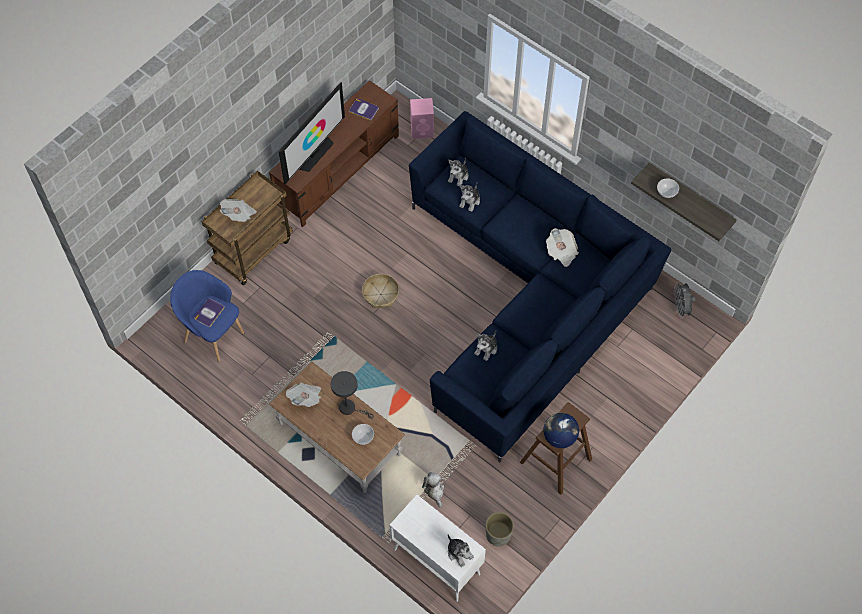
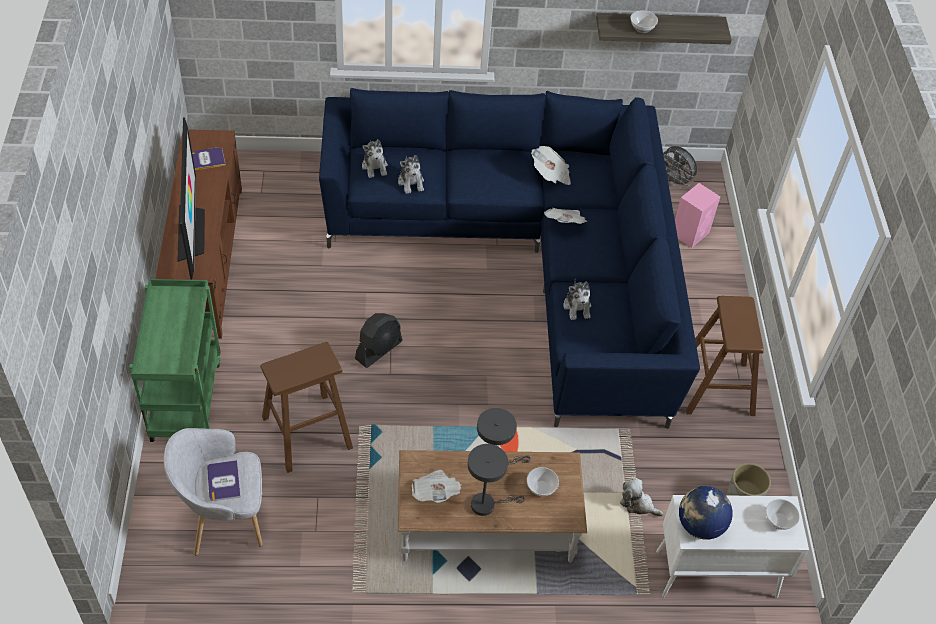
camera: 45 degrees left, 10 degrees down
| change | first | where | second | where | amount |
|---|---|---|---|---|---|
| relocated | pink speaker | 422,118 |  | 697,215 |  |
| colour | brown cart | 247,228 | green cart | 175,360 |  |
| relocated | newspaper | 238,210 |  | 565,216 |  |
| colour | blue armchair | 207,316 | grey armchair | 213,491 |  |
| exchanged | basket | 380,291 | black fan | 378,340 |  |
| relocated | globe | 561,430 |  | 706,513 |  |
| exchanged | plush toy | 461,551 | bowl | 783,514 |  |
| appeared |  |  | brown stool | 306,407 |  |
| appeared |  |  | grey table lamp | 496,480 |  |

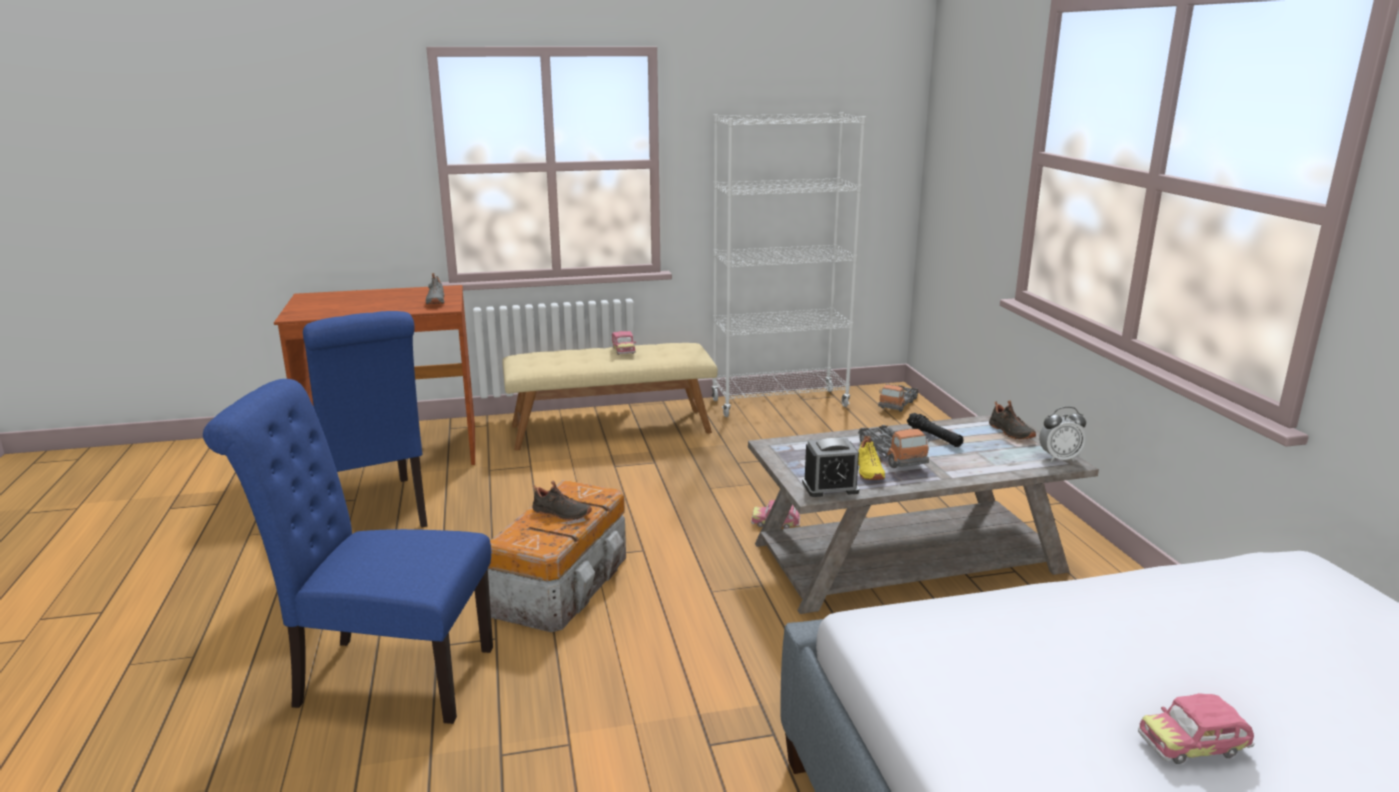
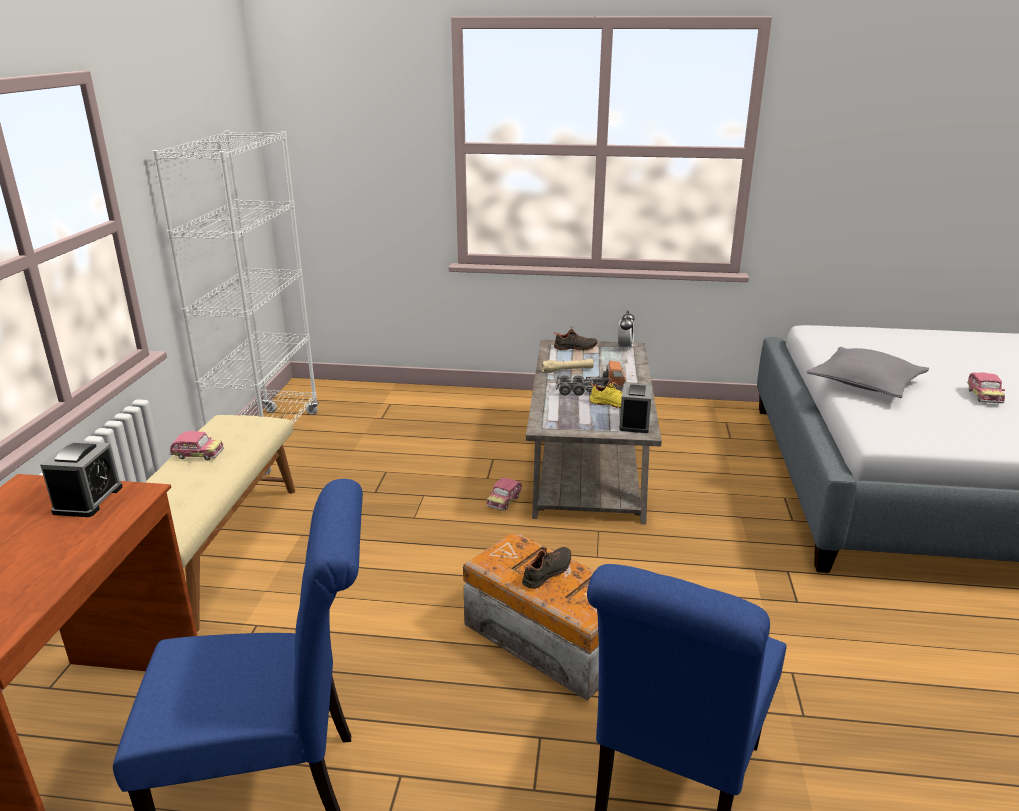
camera: 70 degrees left, 5 degrees up
| change | first | where | second | where | amount |
|---|---|---|---|---|---|
| exchanged | grey shoe | 435,289 | alarm clock | 81,479 |  |
| missing | toy truck | 898,398 |  |  |  |
| colour | black flashlight | 935,430 | beige flashlight | 567,366 |  |
| appeared |  |  | grey pillow | 868,372 |  |

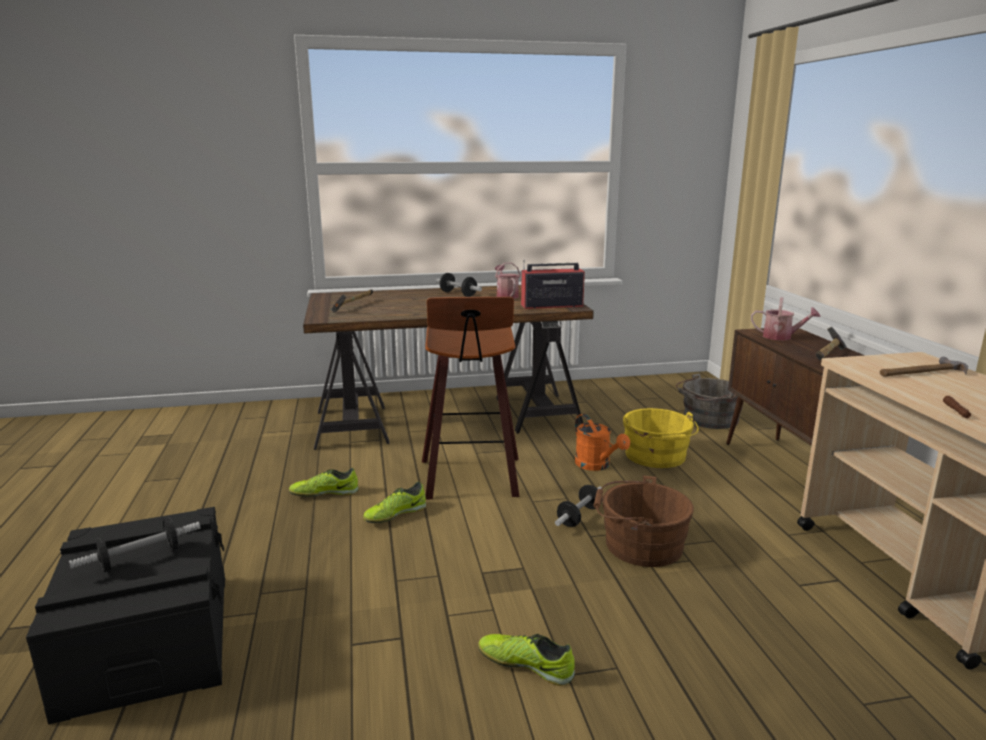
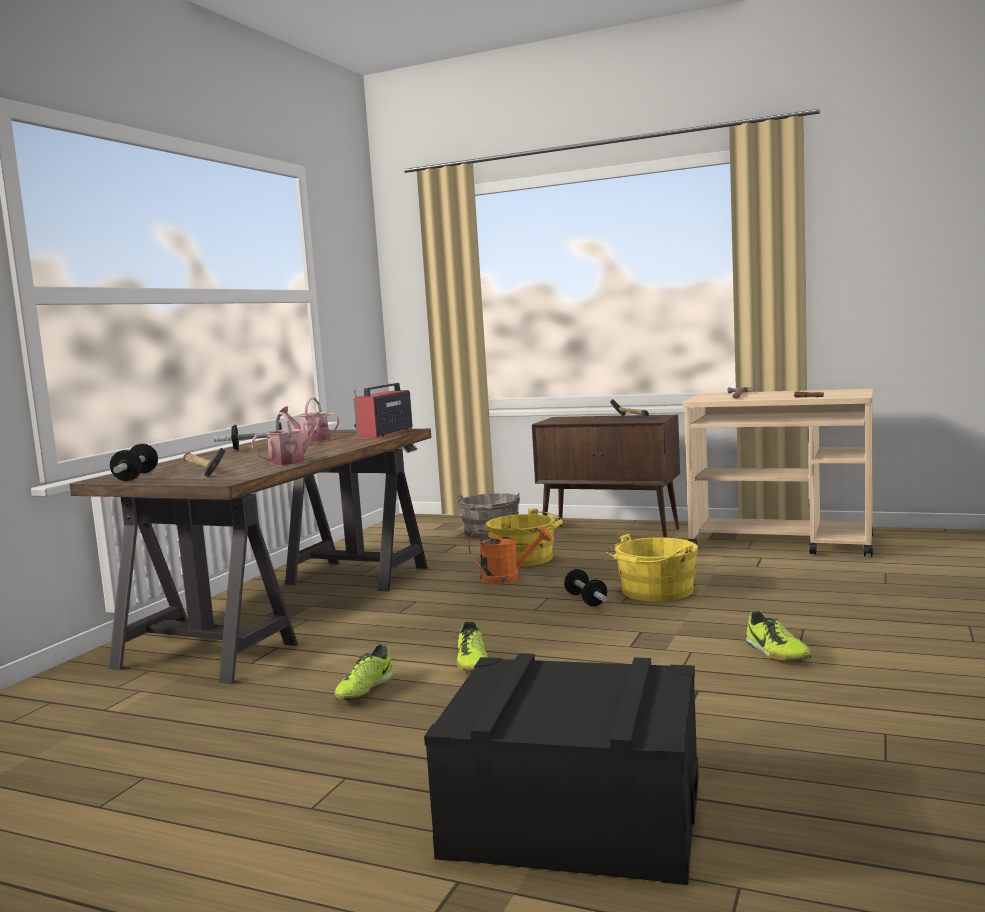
camera: 55 degrees left, 10 degrees down
| change | first | where | second | where | amount |
|---|---|---|---|---|---|
| missing | stool | 471,398 |  |  |  |
| relocated | watering can | 786,318 |  | 289,438 |  |
| colour | brown bucket | 643,521 | yellow bucket | 652,568 |  |
| relocated | dumbbell | 135,545 |  | 134,462 |  |
| spun | shoe | 526,660 |  | 779,636 | 75 degrees counterclockwise |

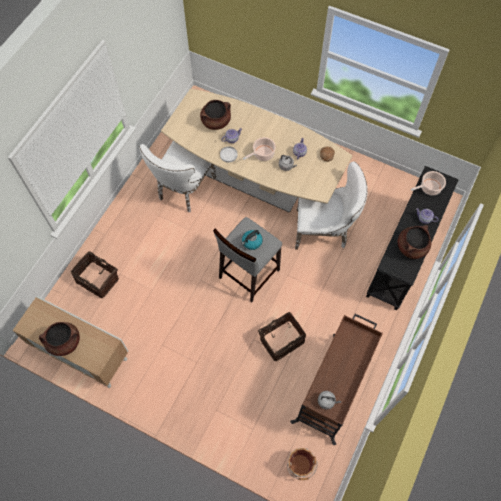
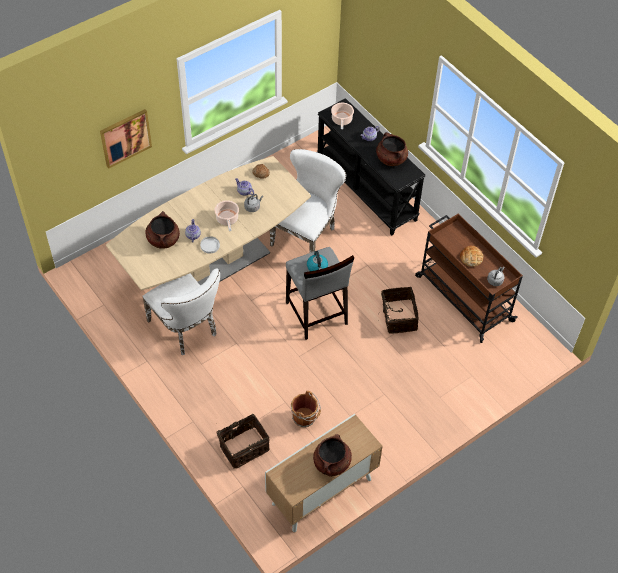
camera: 65 degrees left, 10 degrees down
| change | first | where | second | where | amount |
|---|---|---|---|---|---|
| relocated | brown bucket | 302,464 |  | 306,409 |  |
| appeared |  |  | picture | 126,139 |  |
| appeared |  |  | bread | 471,256 |  |

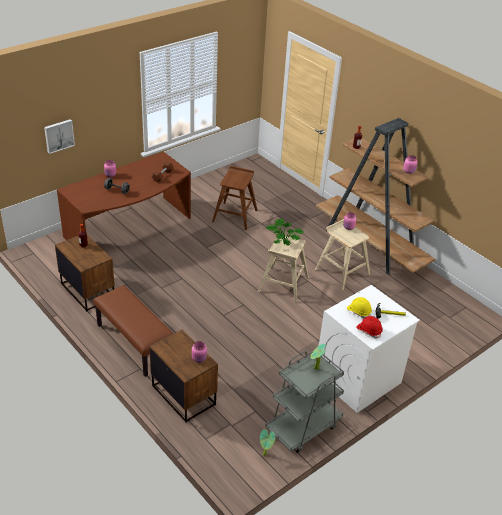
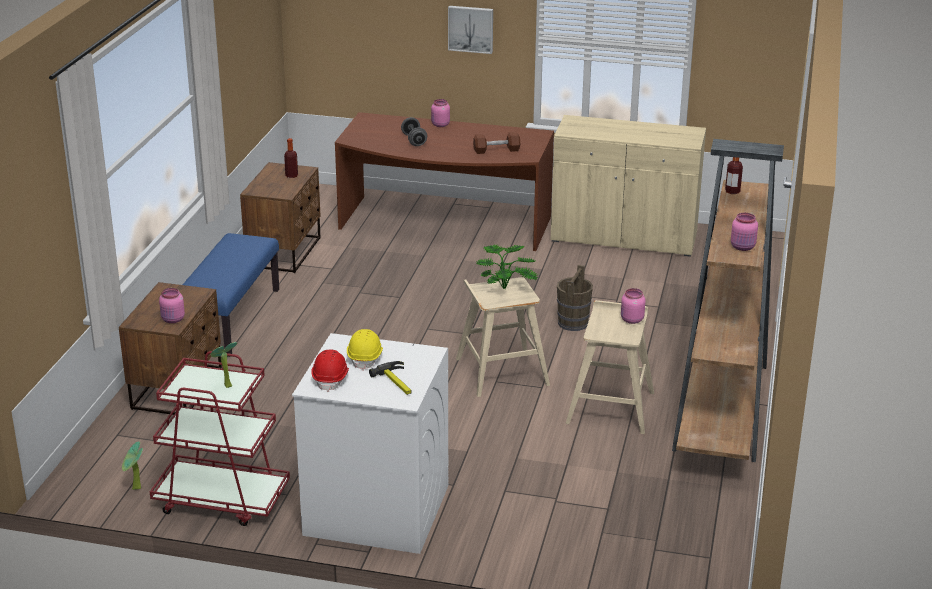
camera: 55 degrees right, 10 degrees down
| change | first | where | second | where | amount |
|---|---|---|---|---|---|
| relocated | picture | 59,136 |  | 470,30 |  |
| missing | brown stool | 235,198 |  |  |  |
| colour | brown bench | 133,331 | blue bench | 231,295 |  |
| colour | grey cart | 304,401 | red cart | 220,438 |  |
| appeared |  |  | beige cabinet | 628,186 |  |
| appeared |  |  | brown bucket | 575,298 |  |

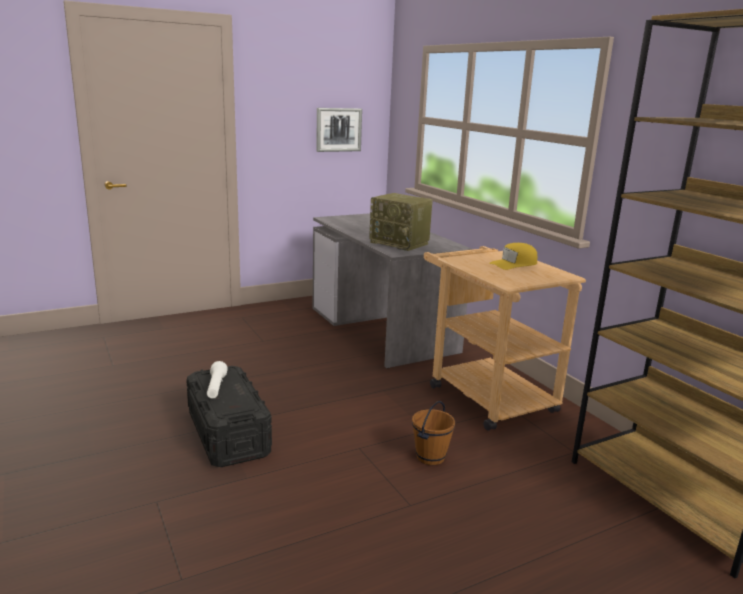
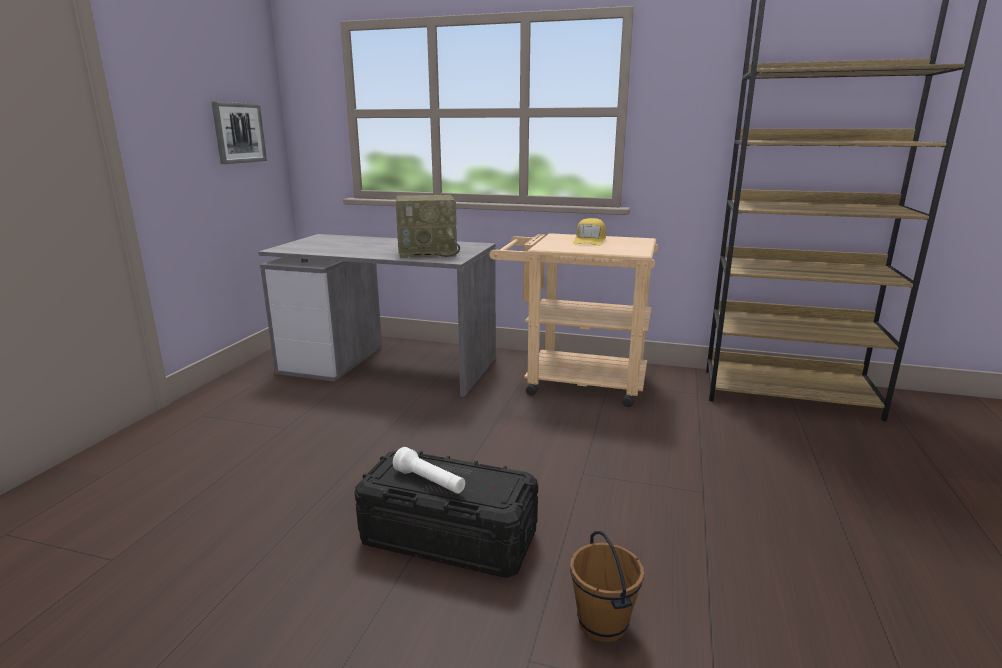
camera: 45 degrees left, 0 degrees up
| change | first | where | second | where | amount |
|---|---|---|---|---|---|
| relocated | brown bucket | 433,433 |  | 607,586 |  |

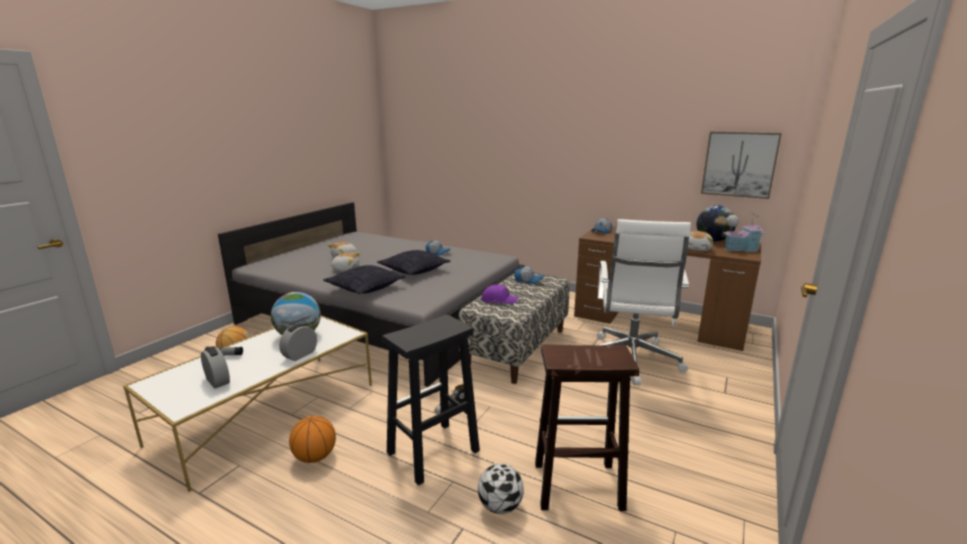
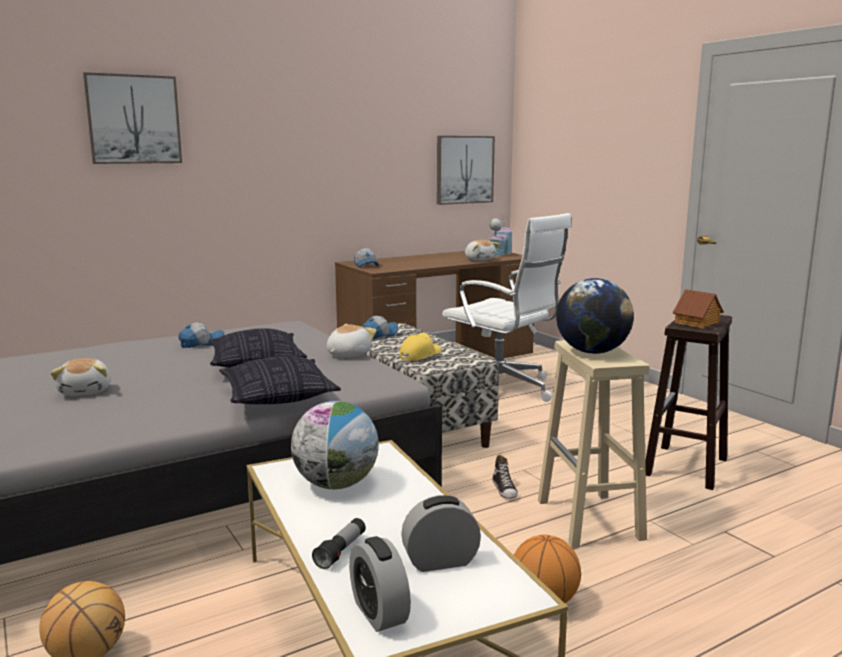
camera: 60 degrees left, 5 degrees down
| change | first | where | second | where | amount |
|---|---|---|---|---|---|
| relocated | globe | 716,223 |  | 595,316 |  |
| relocated | plush toy | 344,262 |  | 351,341 |  |
| colour | purple cap | 500,294 | yellow cap | 420,347 |  |
| colour | black stool | 431,399 | beige stool | 594,444 |  |
| relocated | alarm clock | 298,342 |  | 380,584 |  |
| missing | football | 501,489 |  |  |  |
| appeared |  |  | picture | 132,118 |  |
| appeared |  |  | toy house | 698,308 |  |

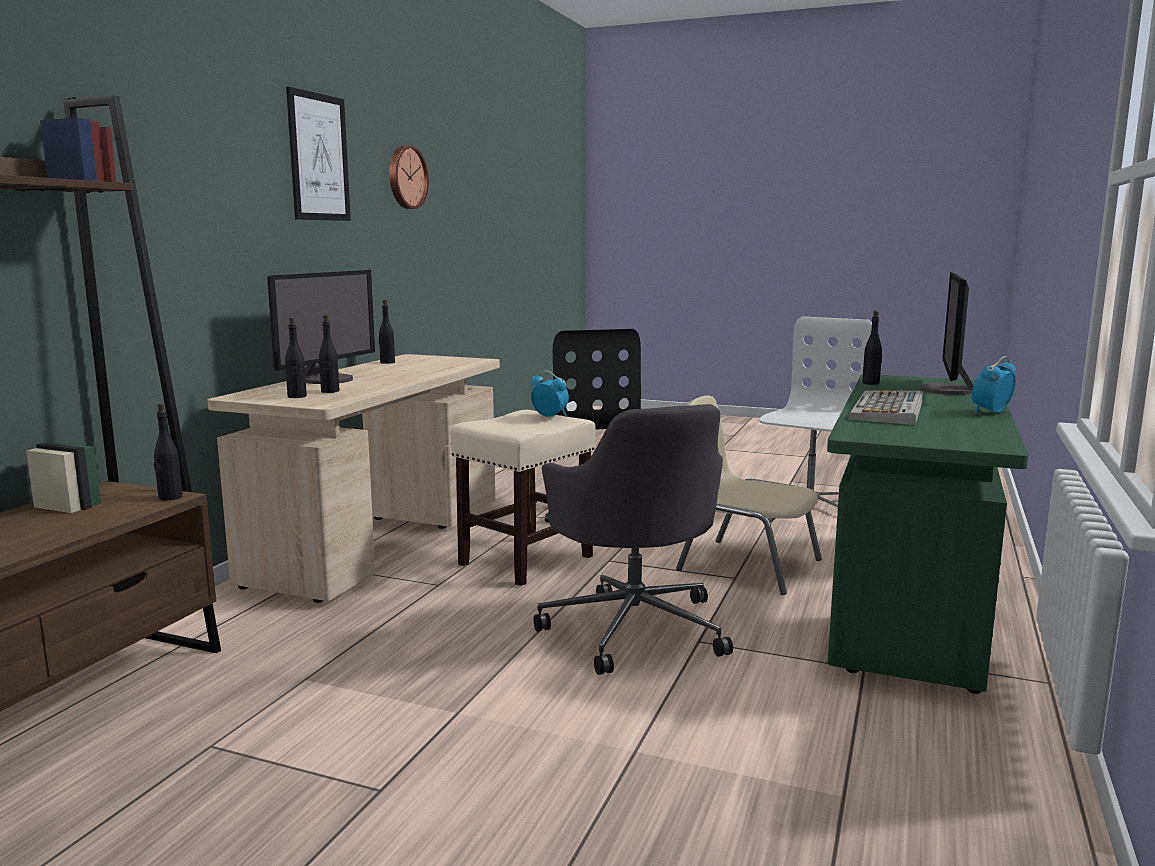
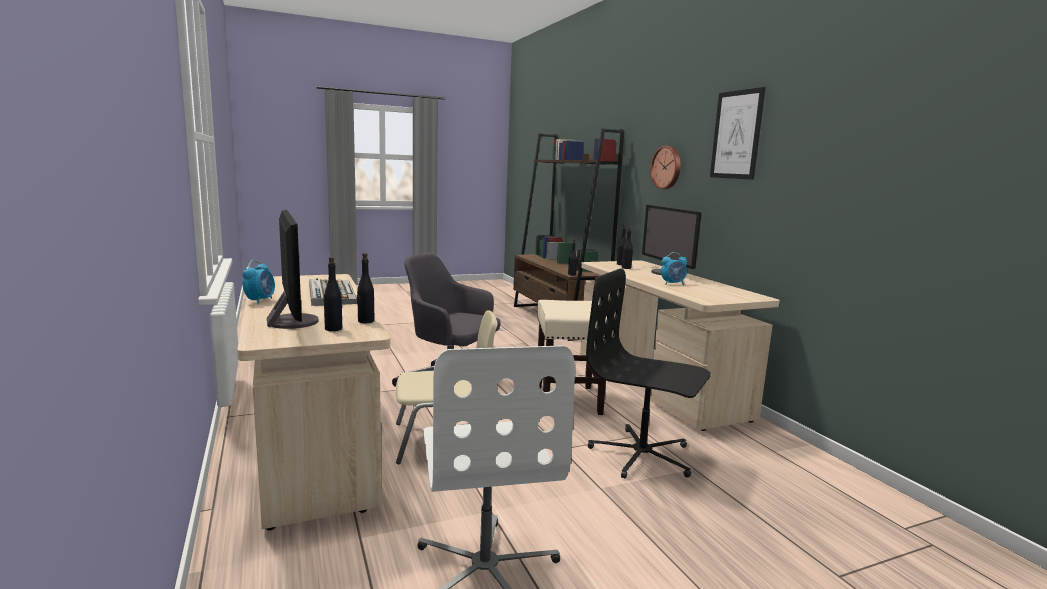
camera: 135 degrees right, 0 degrees up
| change | first | where | second | where | amount |
|---|---|---|---|---|---|
| relocated | wall clock | 409,177 |  | 665,167 |  |
| relocated | black bottle | 387,332 |  | 333,294 |  |
| relocated | alarm clock | 550,394 |  | 674,268 |  |
| colour | green desk | 927,534 | beige desk | 313,402 |  |

